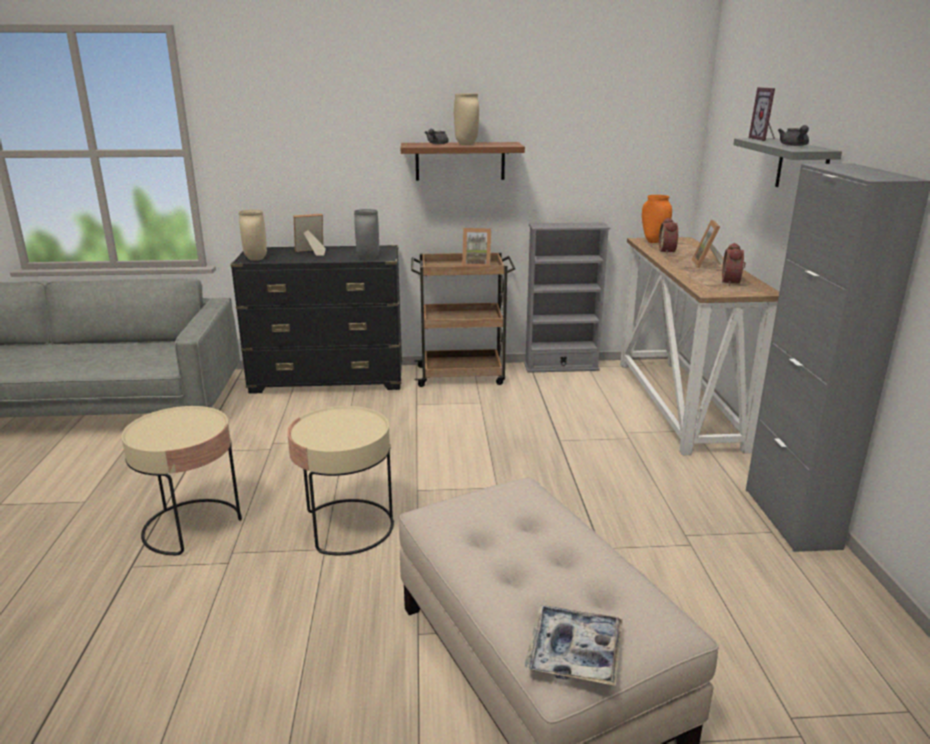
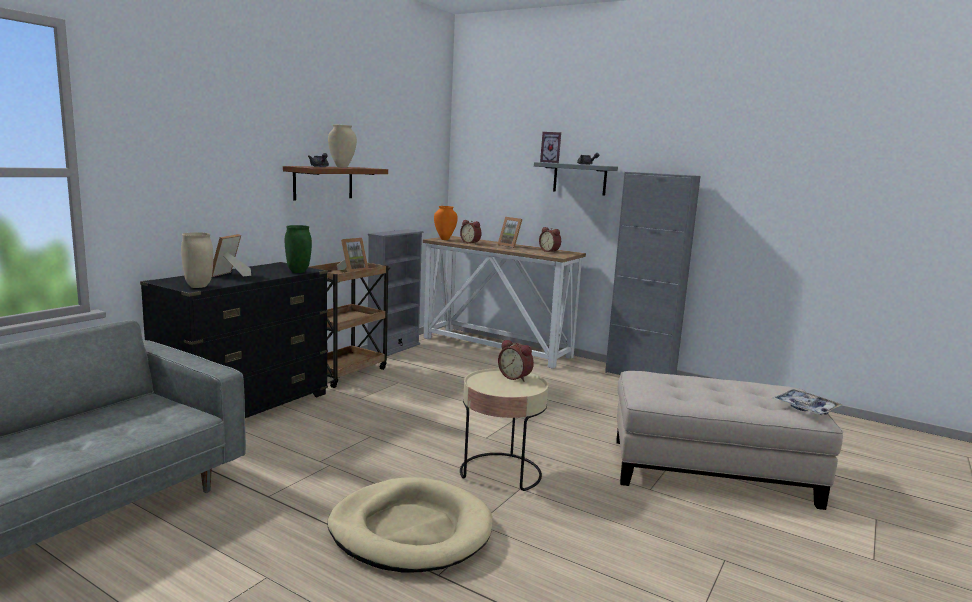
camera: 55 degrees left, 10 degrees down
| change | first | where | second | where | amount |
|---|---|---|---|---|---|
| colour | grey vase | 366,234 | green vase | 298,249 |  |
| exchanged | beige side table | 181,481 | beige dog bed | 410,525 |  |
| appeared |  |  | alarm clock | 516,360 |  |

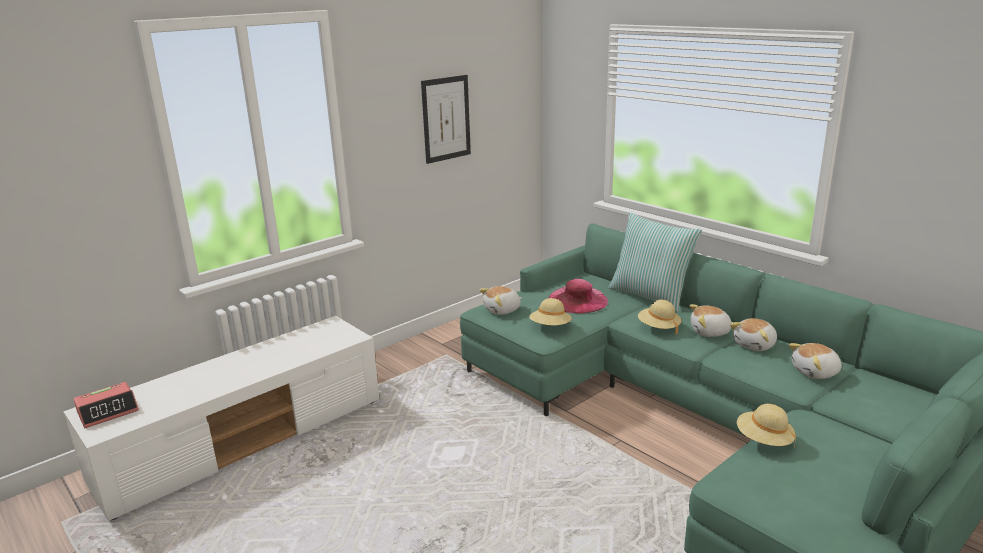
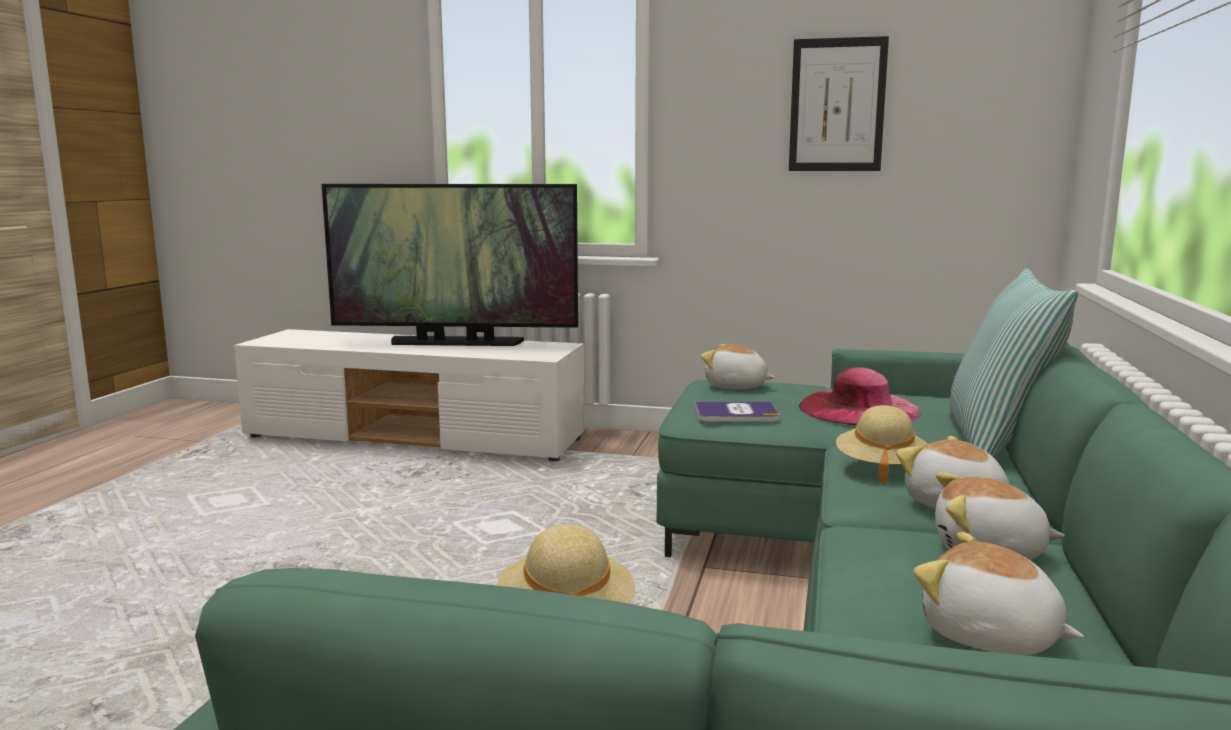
camera: 55 degrees right, 10 degrees down
| change | first | where | second | where | amount |
|---|---|---|---|---|---|
| exchanged | beige hat | 550,311 | book | 736,411 |  |
| missing | alarm clock | 106,405 |  |  |  |
| appeared |  |  | television | 450,265 |  |

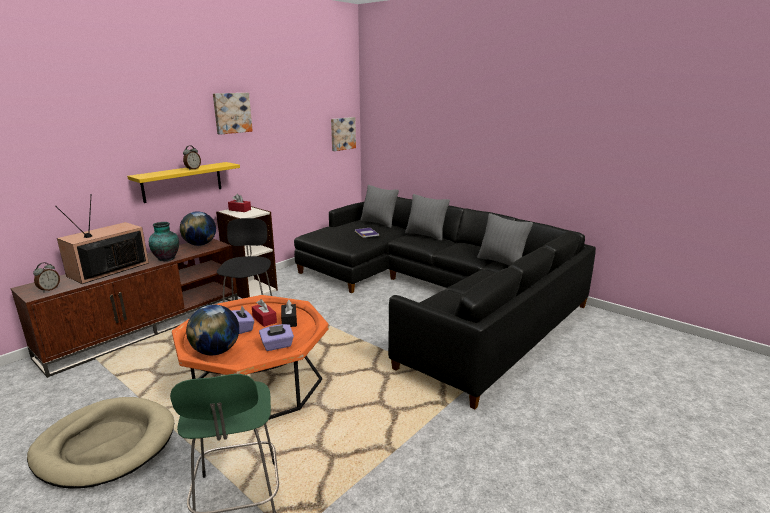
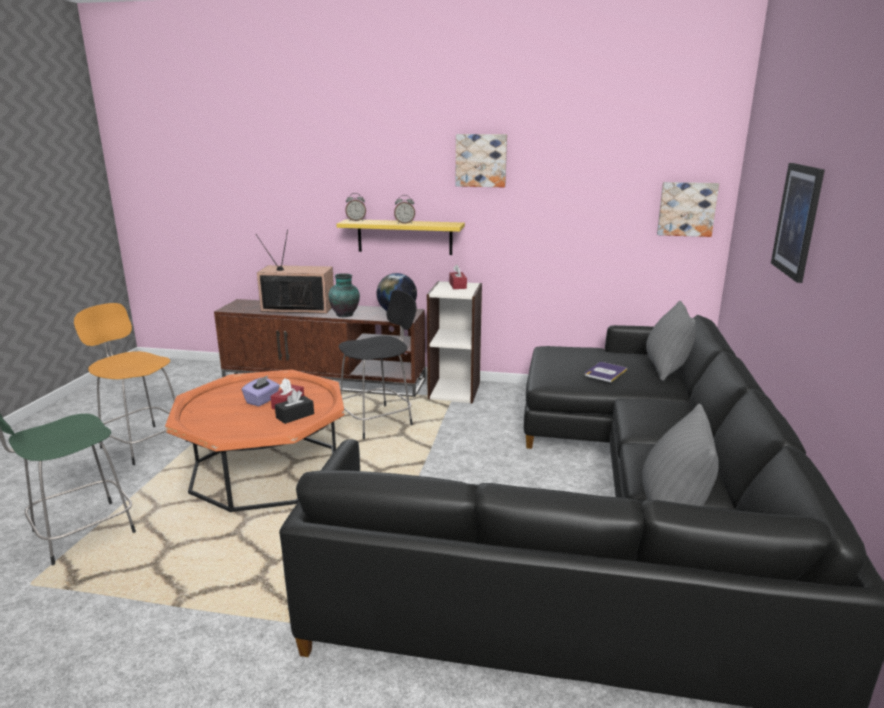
camera: 60 degrees right, 0 degrees up
| change | first | where | second | where | amount |
|---|---|---|---|---|---|
| missing | grey pillow | 427,217 |  |  |  |
| relocated | alarm clock | 46,277 |  | 355,207 |  |
| missing | globe | 212,330 |  |  |  |
| missing | purple tissue box | 276,337 |  |  |  |
| exchanged | beige dog bed | 100,443 | orange stool | 131,384 |  |
| appeared |  |  | picture | 798,223 |  |

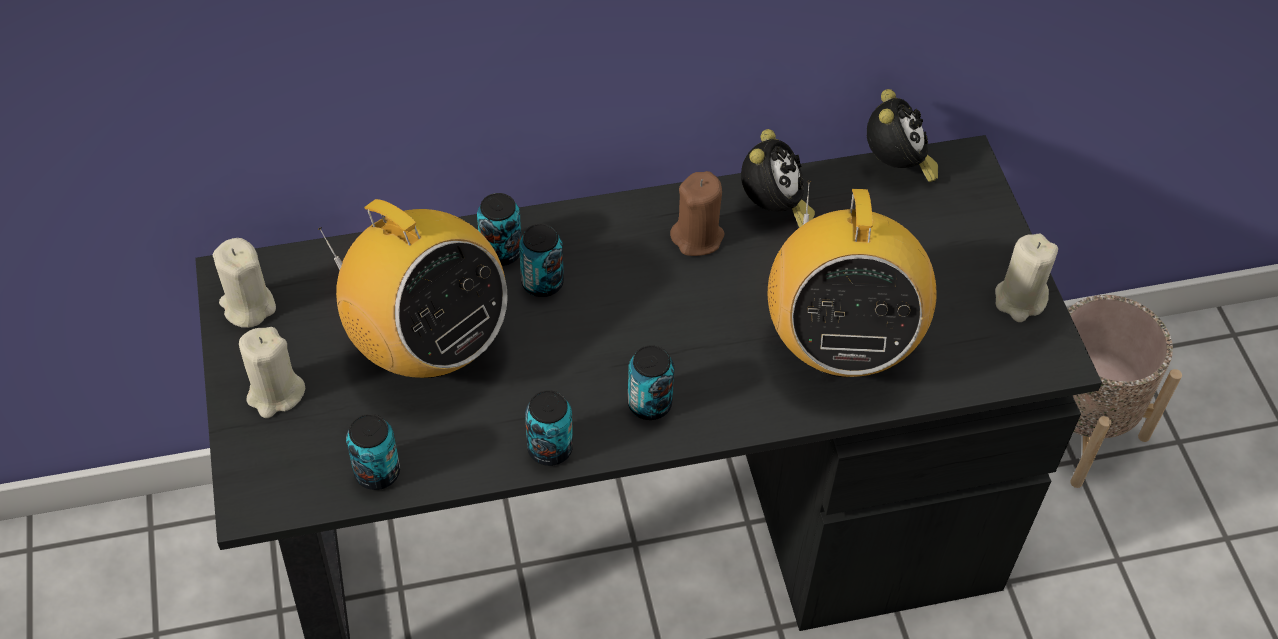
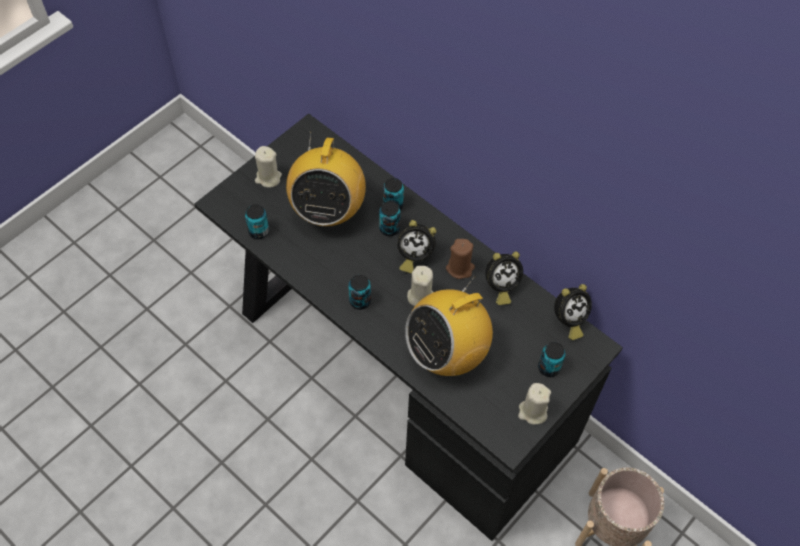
camera: 55 degrees right, 5 degrees up
| change | first | where | second | where | amount |
|---|---|---|---|---|---|
| relocated | beige candle | 244,283 |  | 420,286 |  |
| relocated | can | 549,428 |  | 552,359 |  |
| appeared |  |  | alarm clock | 416,247 |  |

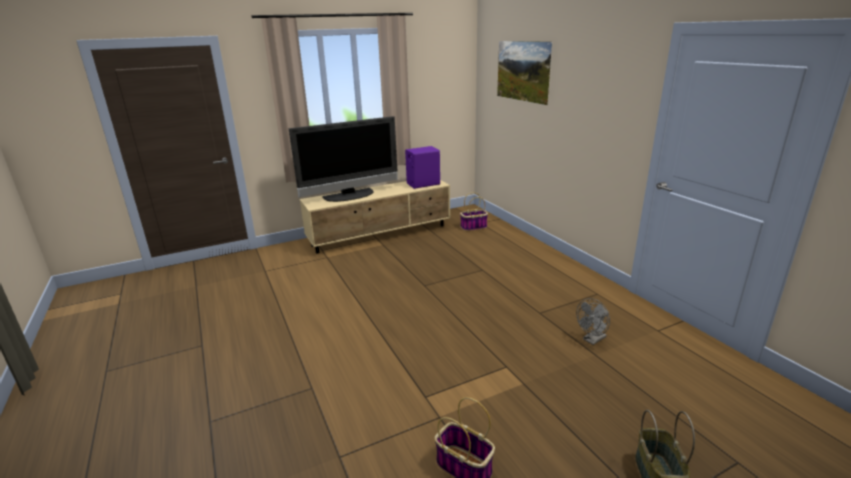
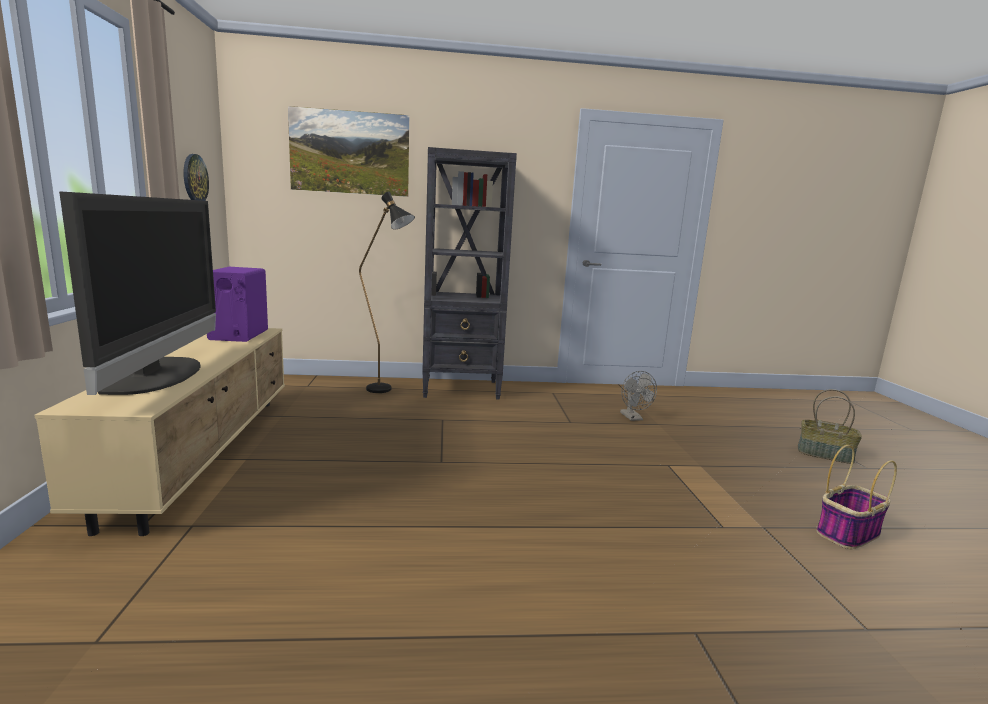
camera: 70 degrees left, 10 degrees down
| change | first | where | second | where | amount |
|---|---|---|---|---|---|
| missing | basket | 474,211 |  |  |  |
| appeared |  |  | black bookcase | 469,273 |  |
| appeared |  |  | wall clock | 196,177 |  |
| appeared |  |  | black floor lamp | 387,292 |  |

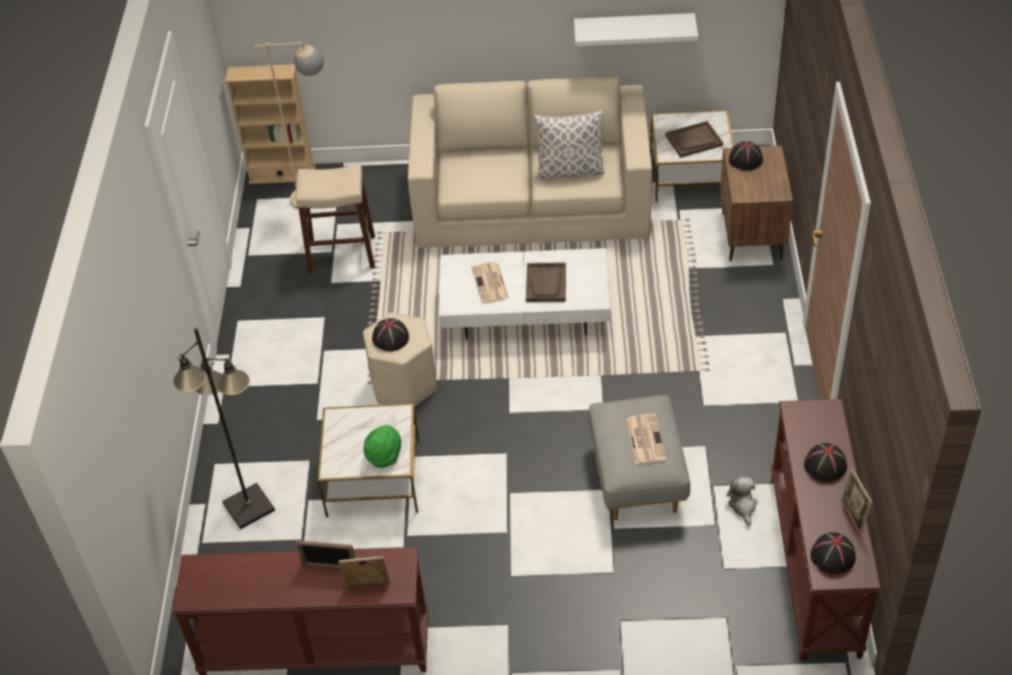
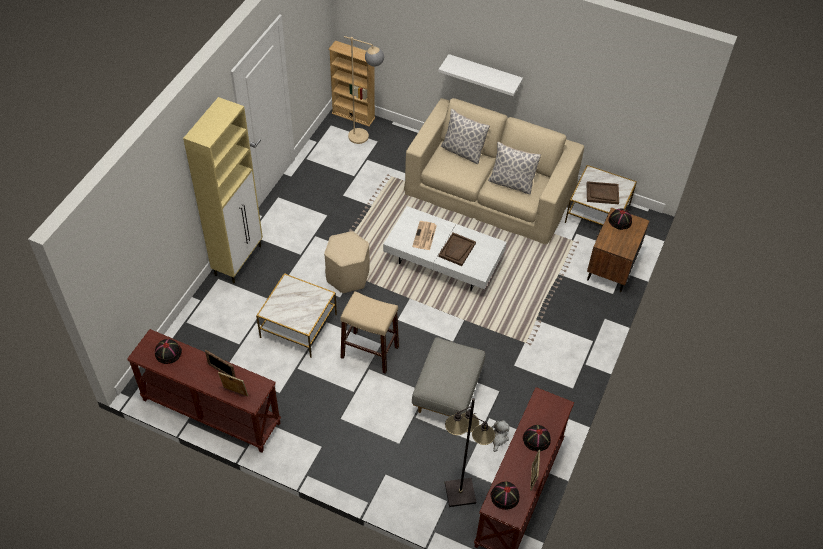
camera: 20 degrees right, 5 degrees up
| change | first | where | second | where | amount |
|---|---|---|---|---|---|
| relocated | white shelf | 636,29 |  | 480,75 |  |
| relocated | beige stool | 335,218 |  | 369,332 |  |
| relocated | black hat | 390,334 |  | 168,351 |  |
| relocated | black floor lamp | 224,428 |  | 470,452 |  |
| missing | newspaper | 646,439 |  |  |  |
| missing | green hat | 382,446 |  |  |  |
| appeared |  |  | beige cabinet | 223,190 |  |
| appeared |  |  | pillow | 465,136 |  |

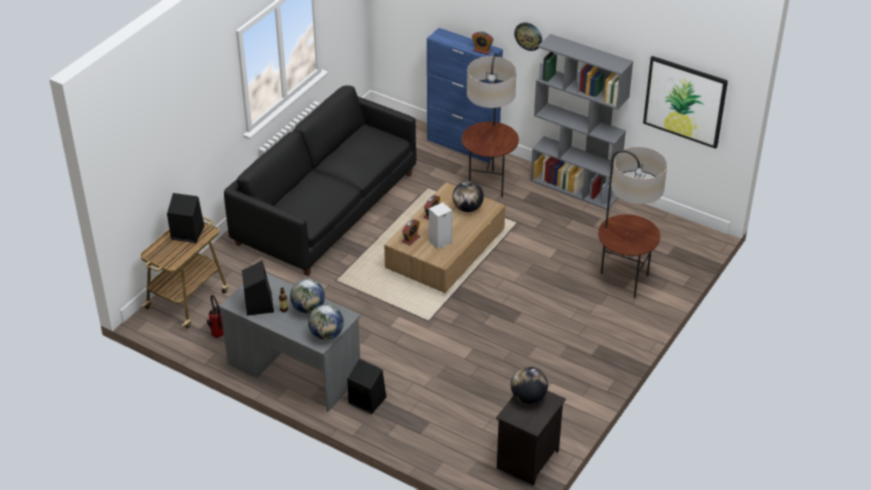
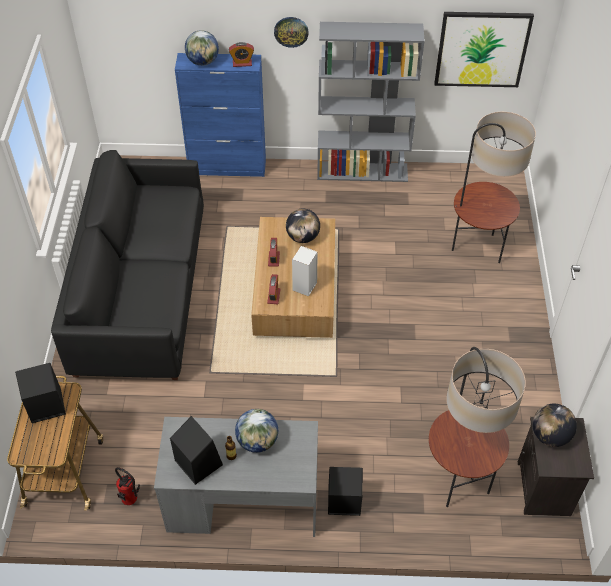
camera: 30 degrees left, 10 degrees up
| change | first | where | second | where | amount |
|---|---|---|---|---|---|
| relocated | floor lamp | 490,125 |  | 477,427 |  |
| relocated | globe | 326,322 |  | 202,48 |  |

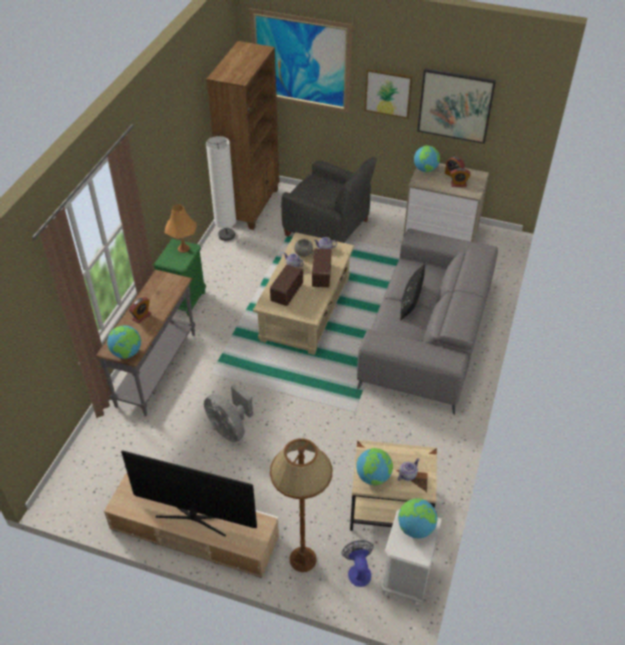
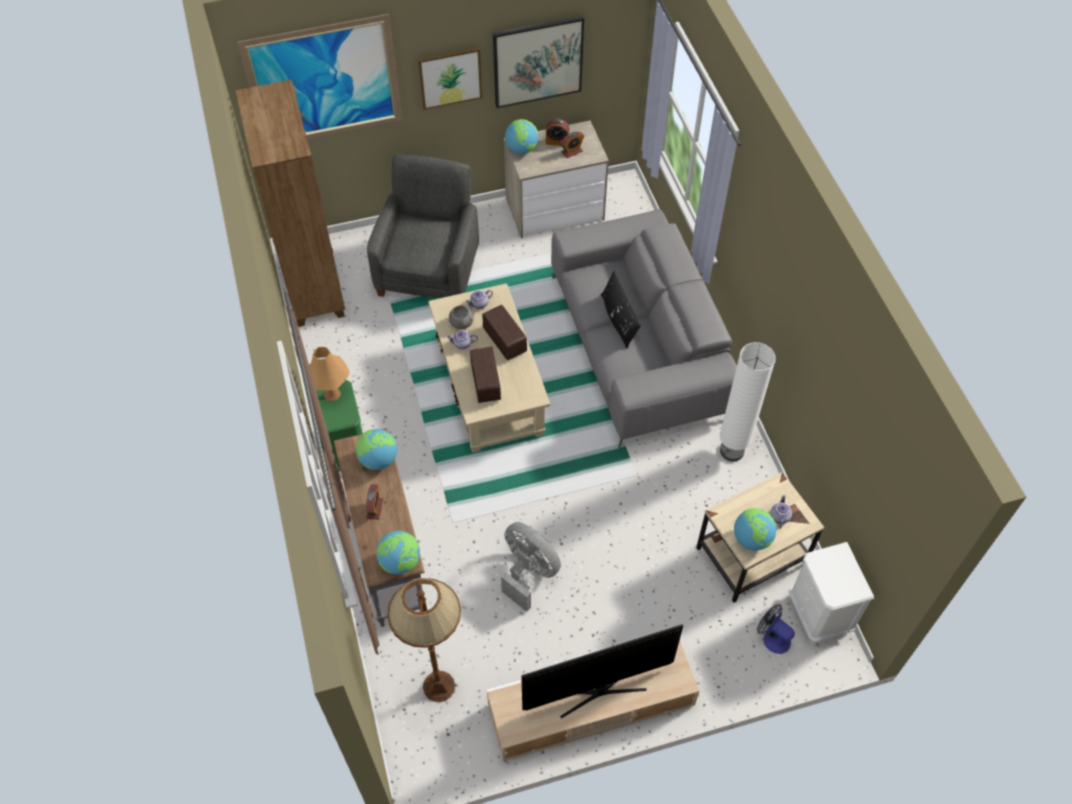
camera: 35 degrees left, 10 degrees up
| change | first | where | second | where | amount |
|---|---|---|---|---|---|
| relocated | white floor lamp | 221,188 |  | 748,401 |  |
| spun | grey armchair | 328,200 |  | 423,226 | 75 degrees counterclockwise |
| spun | grey fan | 228,413 |  | 531,567 | 150 degrees counterclockwise |
| relocated | brown floor lamp | 301,505 |  | 424,640 |  |
| relocated | globe | 418,518 |  | 376,449 |  |

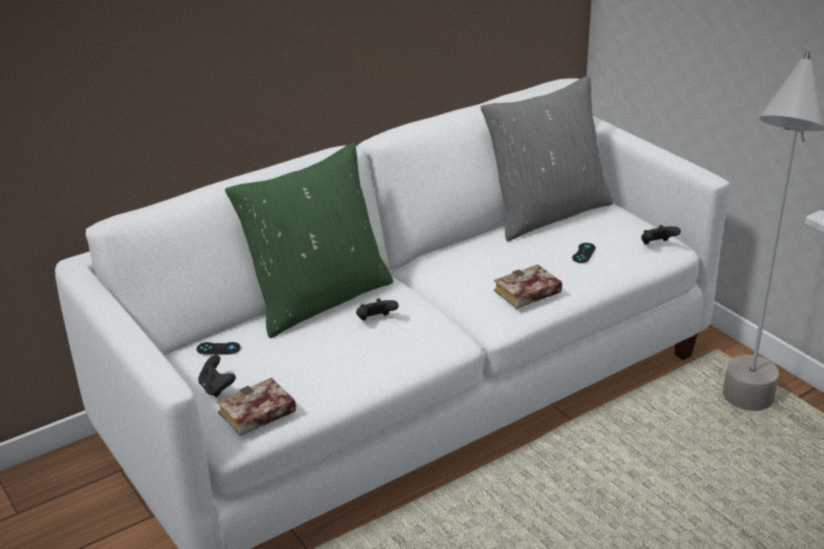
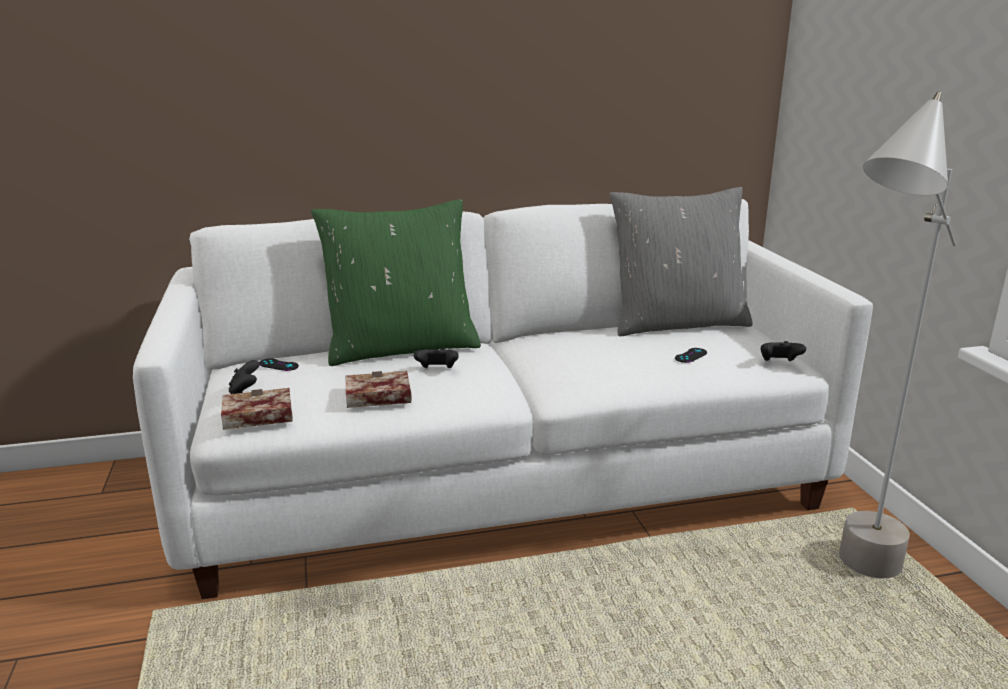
camera: 20 degrees right, 10 degrees down
| change | first | where | second | where | amount |
|---|---|---|---|---|---|
| relocated | book | 528,286 |  | 379,389 |  |

